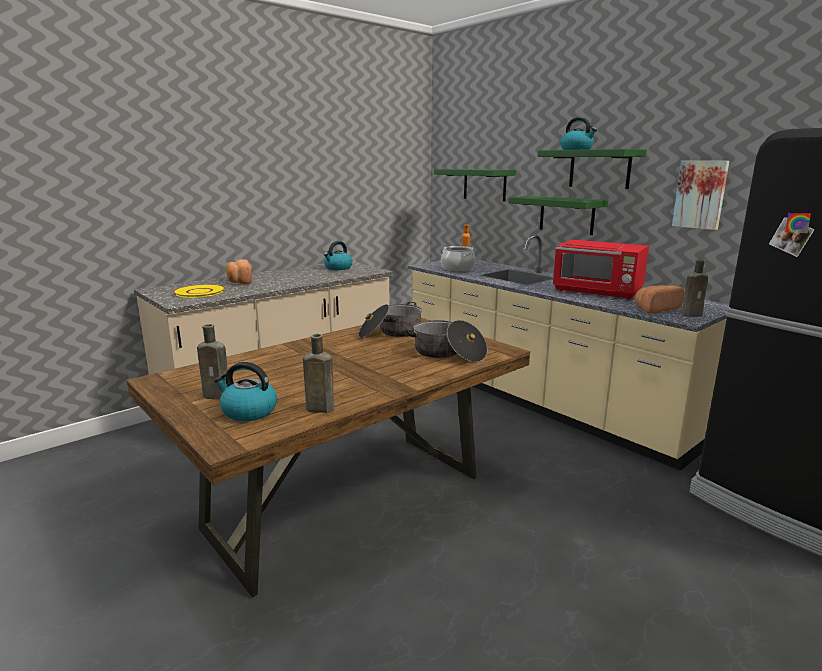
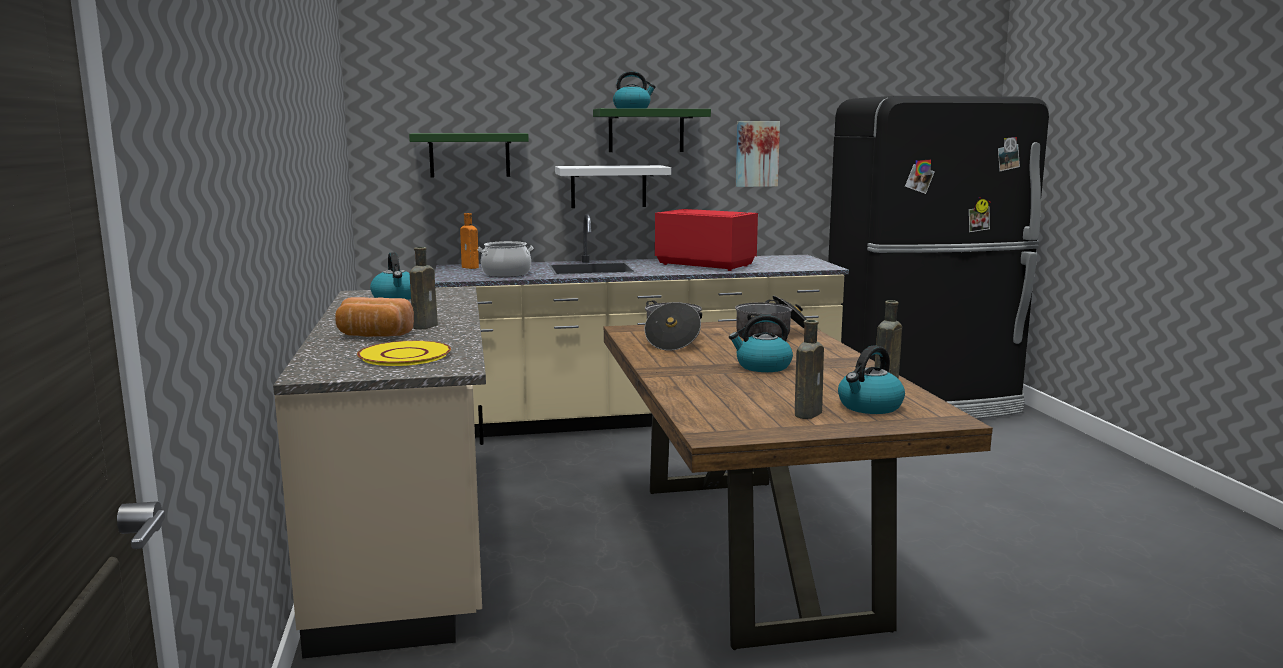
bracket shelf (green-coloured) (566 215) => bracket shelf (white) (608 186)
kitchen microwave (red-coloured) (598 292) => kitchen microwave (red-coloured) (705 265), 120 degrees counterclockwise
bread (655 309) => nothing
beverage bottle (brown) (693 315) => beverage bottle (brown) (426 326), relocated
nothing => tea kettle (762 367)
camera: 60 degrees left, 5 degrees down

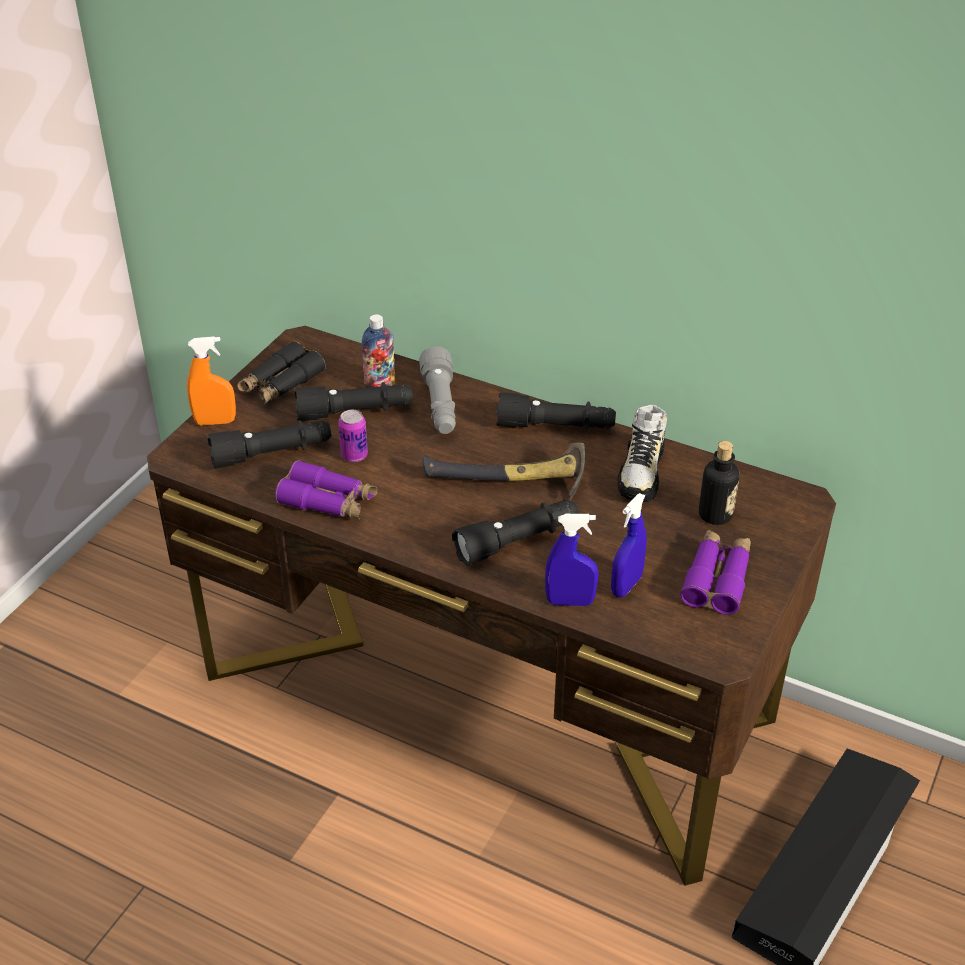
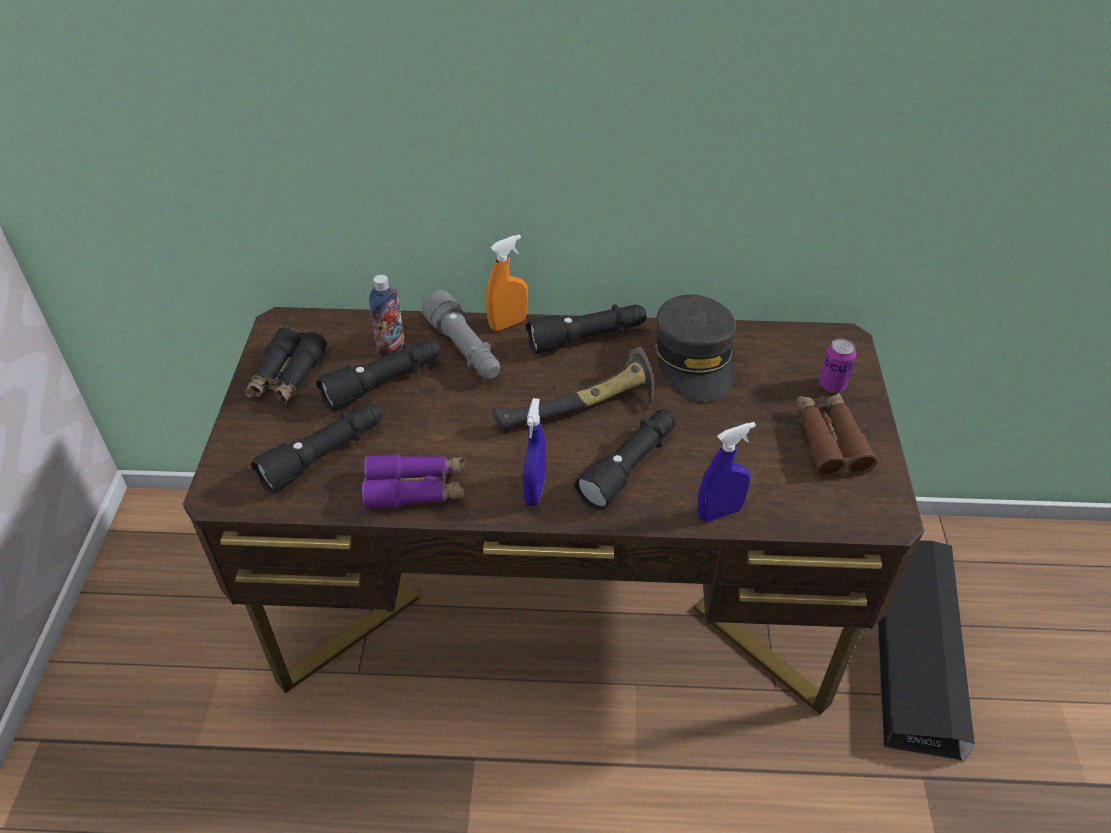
hand sprayer (orange) (215 422) => hand sprayer (orange) (508 323), relocated
metal can (354 455) => metal can (832 385), relocated
hand sprayer (blue-coloured) (626 585) => hand sprayer (blue-coloured) (535 490), relocated
item of footwear (642 474) => peaked cap (gray) (694 360)
binoculars (purple-coloured) (717 579) => binoculars (brown) (829 441)
beverage bottle (715 514) => nothing
camera: 25 degrees left, 5 degrees up

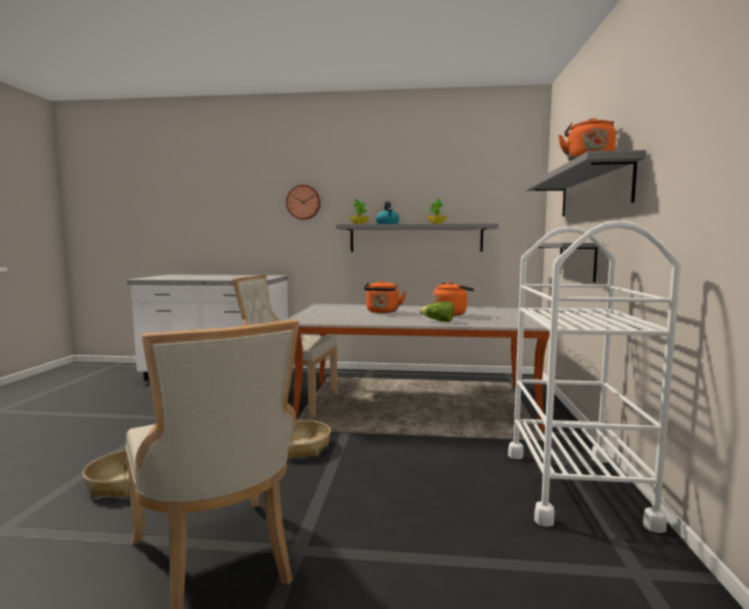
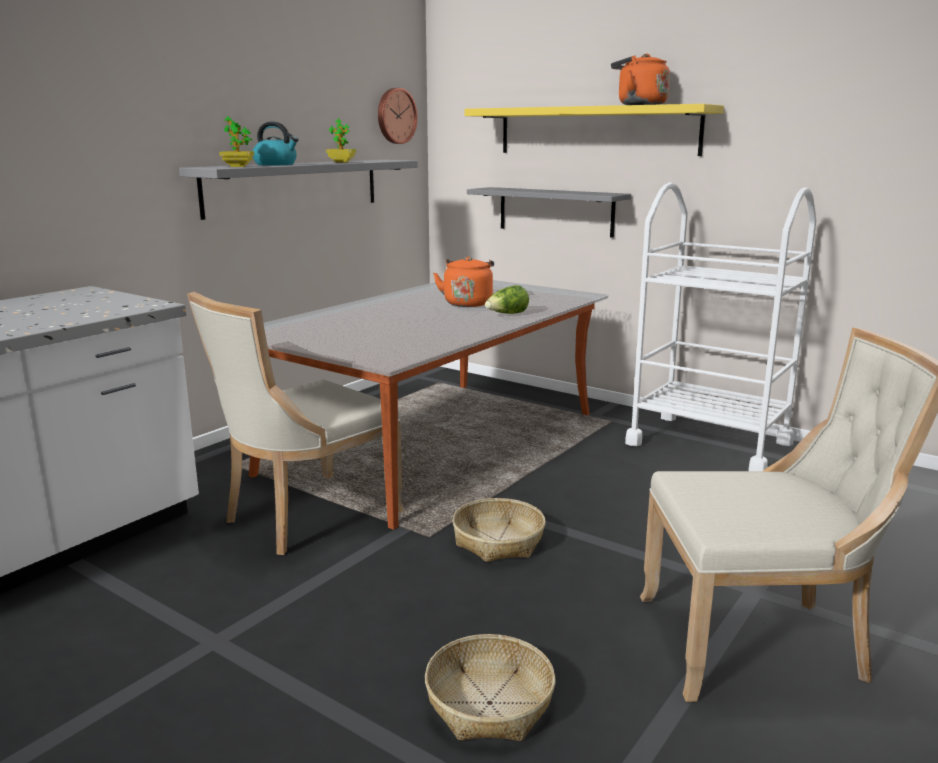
hanging clock (303 202) => hanging clock (395 116), relocated
tea kettle (orange) (382 312) => nothing
bracket shelf (gray) (593 191) => bracket shelf (yellow-coloured) (596 131)
camera: 60 degrees left, 10 degrees up

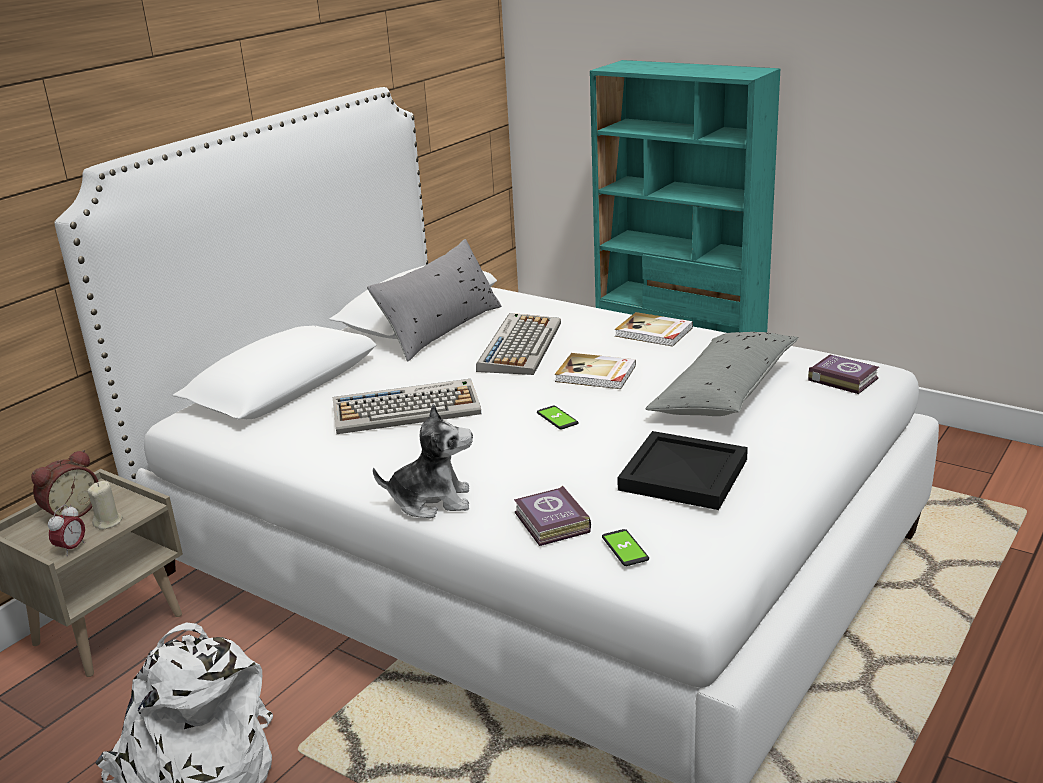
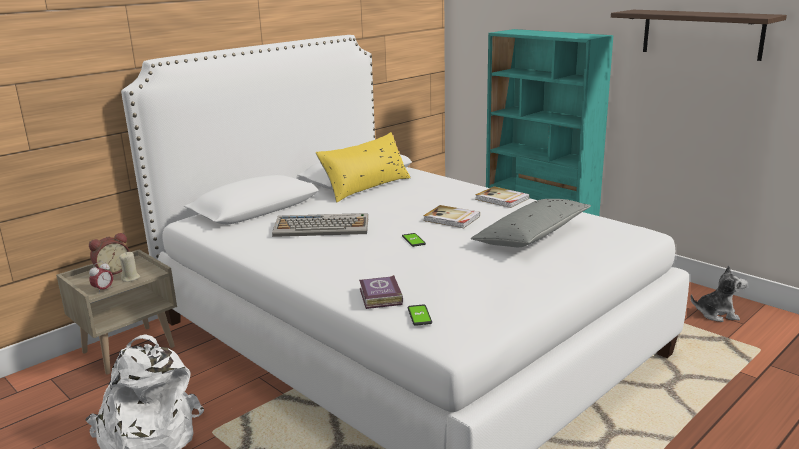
throw pillow (gray) (441 329) => throw pillow (yellow-coloured) (366 187)
plush toy (432 501) => plush toy (716 314), relocated
keyboard (519 346) => nothing
tray (blackish) (682 473) => nothing
volume (842 378) => nothing
nothing => bracket shelf (701 34)
camera: 10 degrees right, 5 degrees down

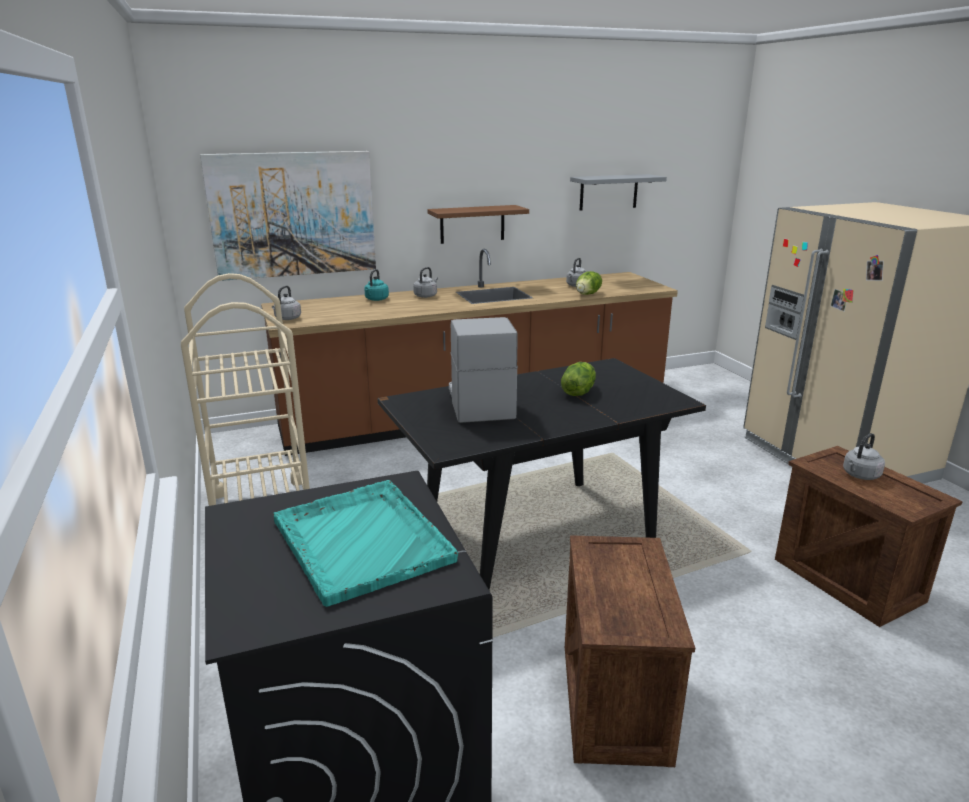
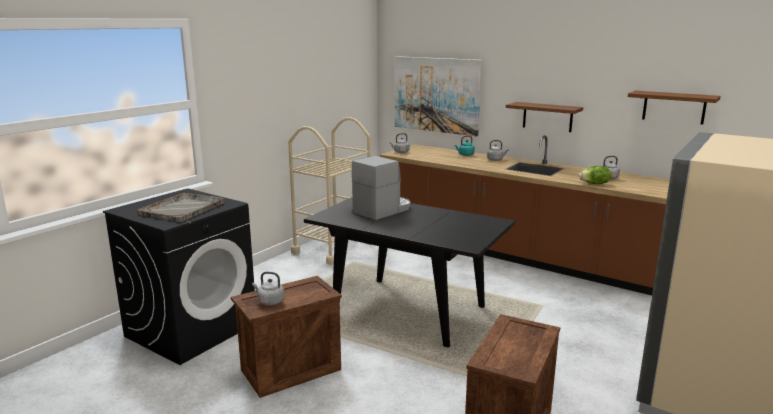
tray (turquoise) (361 540) => tray (gray) (183 208)
head of lettuce (578 392) => nothing
bracket shelf (gray) (608 192) => bracket shelf (brown) (674 107)
tea kettle (gray) (860 475) => tea kettle (gray) (269 302), relocated
camera: 55 degrees right, 5 degrees down

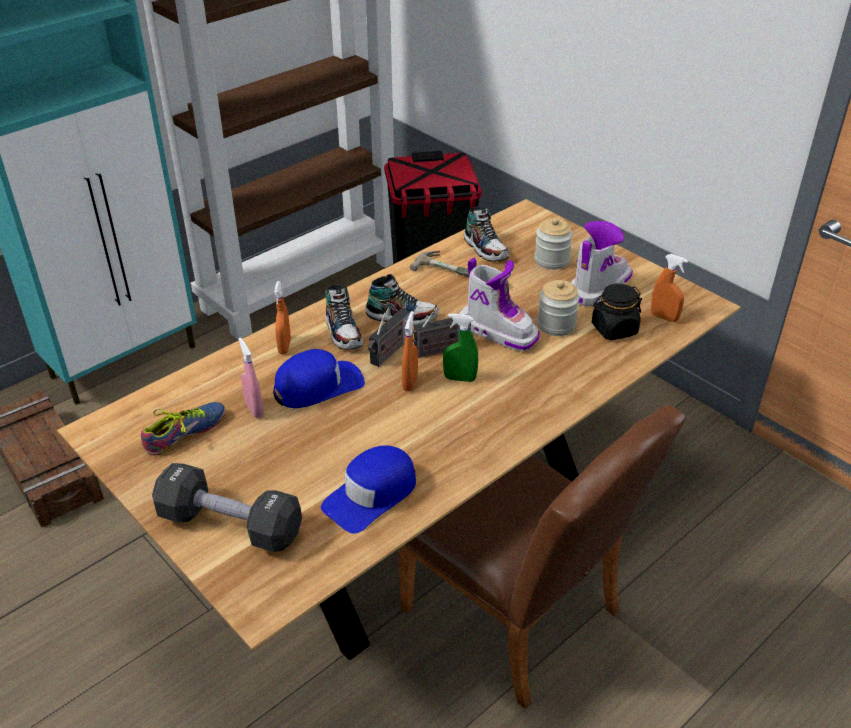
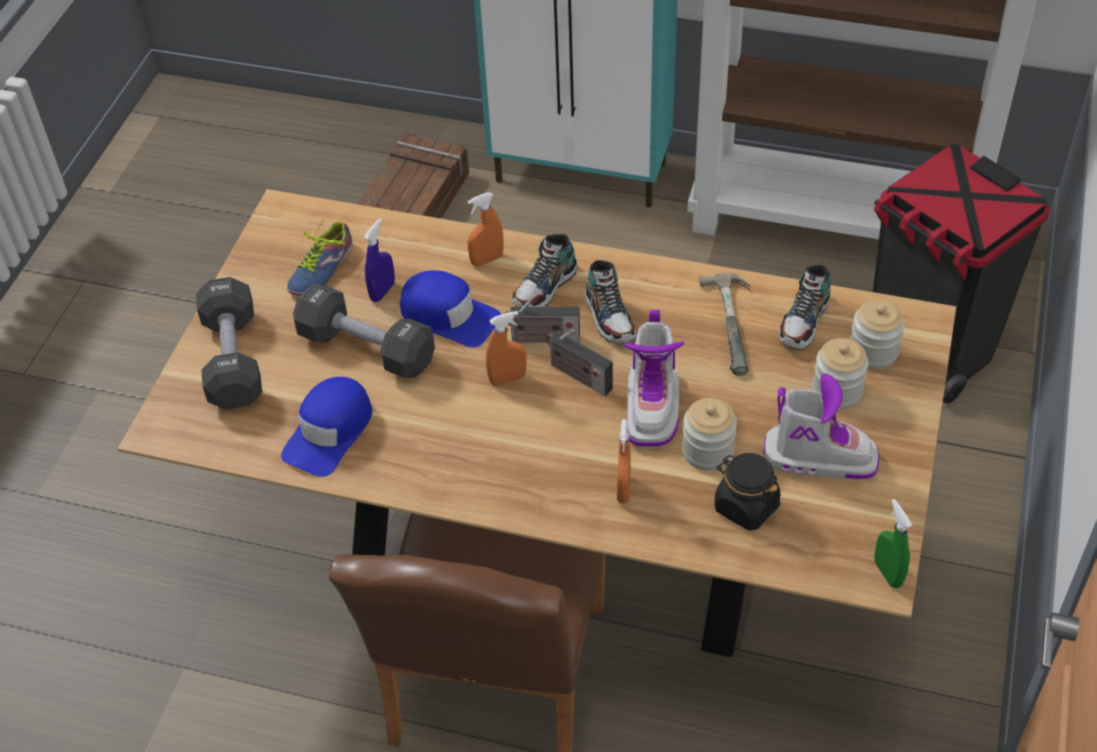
item of footwear (187 434) => item of footwear (318 268), 105 degrees clockwise
hand sprayer (pink) (254 409) => hand sprayer (blue-coloured) (382 291)
peaked cap (blue-coloured) (371 495) => peaked cap (blue-coloured) (330 432), 75 degrees counterclockwise
hand sprayer (green-coloured) (460 378) => hand sprayer (green-coloured) (888 573), relocated
hand sprayer (orange) (664 317) => hand sprayer (orange) (623 489), relocated
nothing => dumbbell (blackish) (366 348)
nothing => storage jar (873 352)
camera: 60 degrees right, 10 degrees up

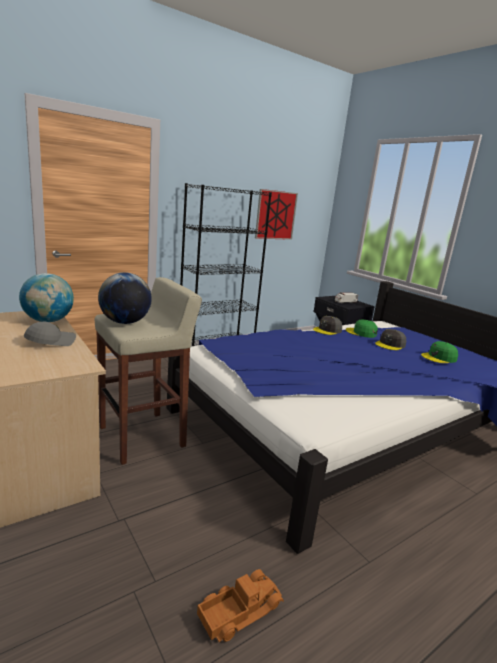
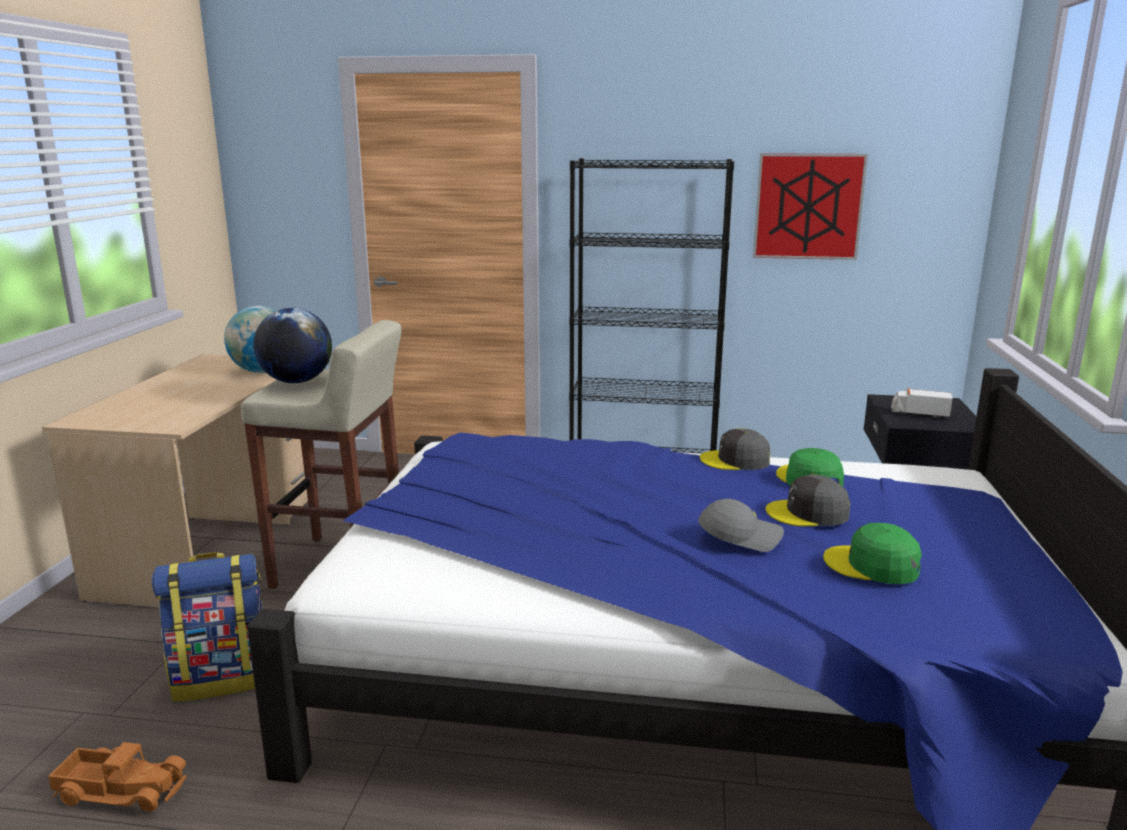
peaked cap (gray) (51 342) => peaked cap (gray) (740 536), relocated
nothing => backpack (223 678)
camera: 45 degrees right, 0 degrees up

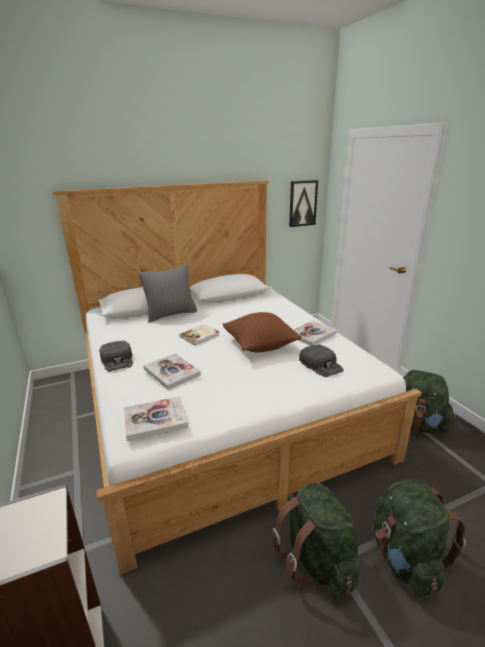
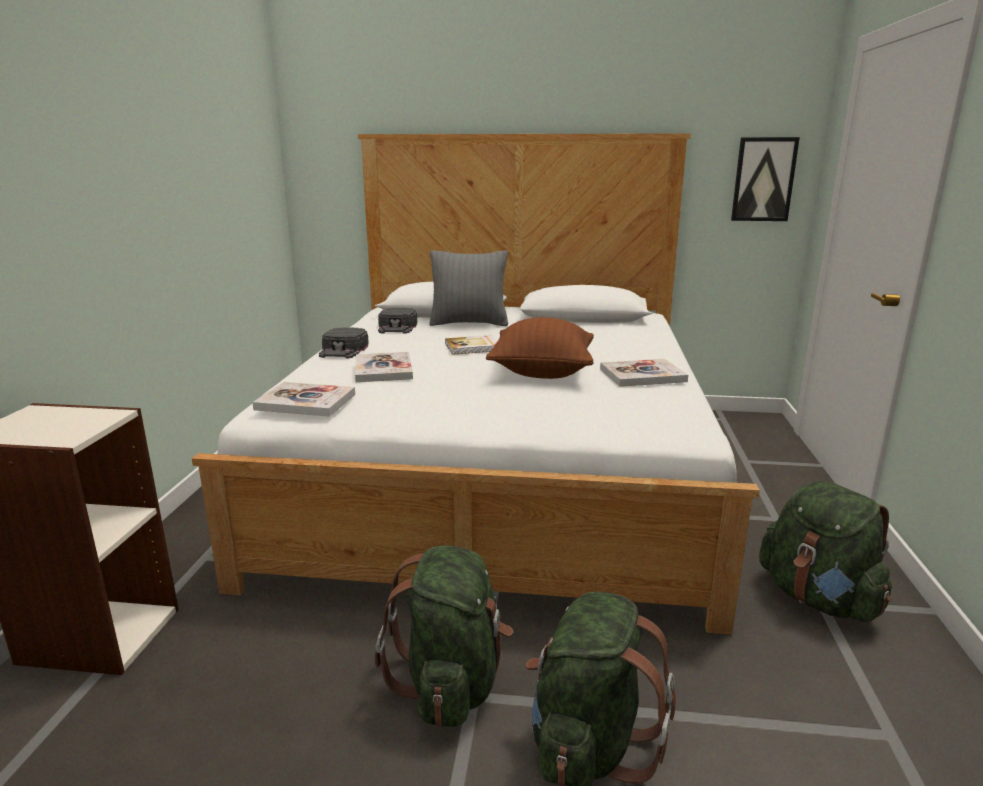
peaked cap (blackish) (321 364) => peaked cap (blackish) (397 327), relocated
camera: 30 degrees right, 5 degrees down

